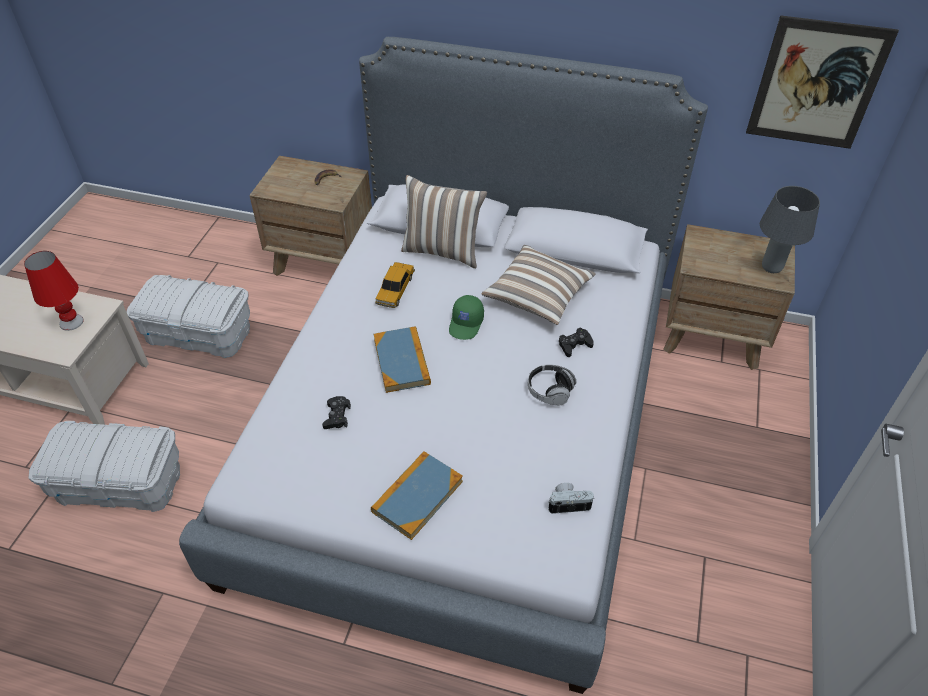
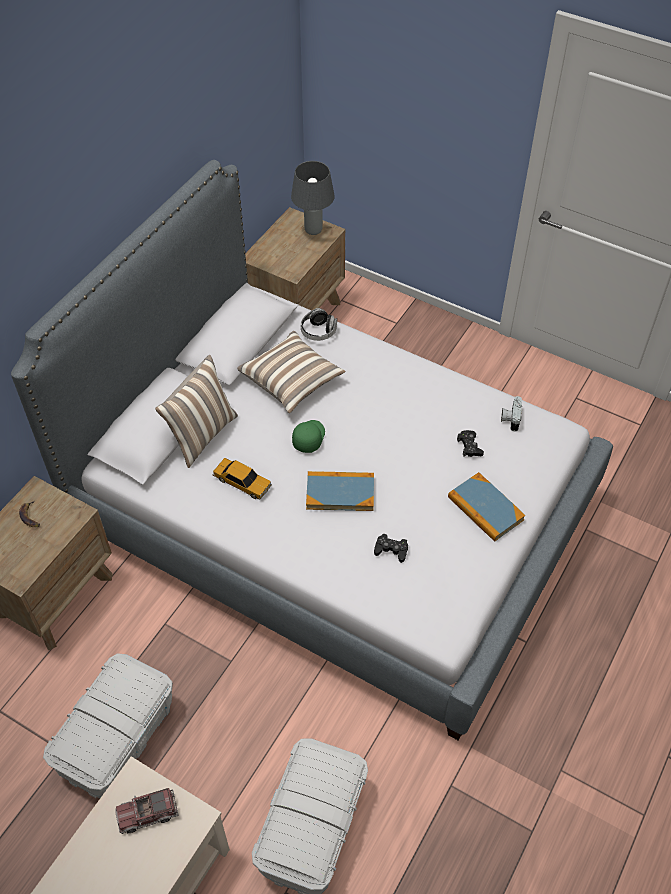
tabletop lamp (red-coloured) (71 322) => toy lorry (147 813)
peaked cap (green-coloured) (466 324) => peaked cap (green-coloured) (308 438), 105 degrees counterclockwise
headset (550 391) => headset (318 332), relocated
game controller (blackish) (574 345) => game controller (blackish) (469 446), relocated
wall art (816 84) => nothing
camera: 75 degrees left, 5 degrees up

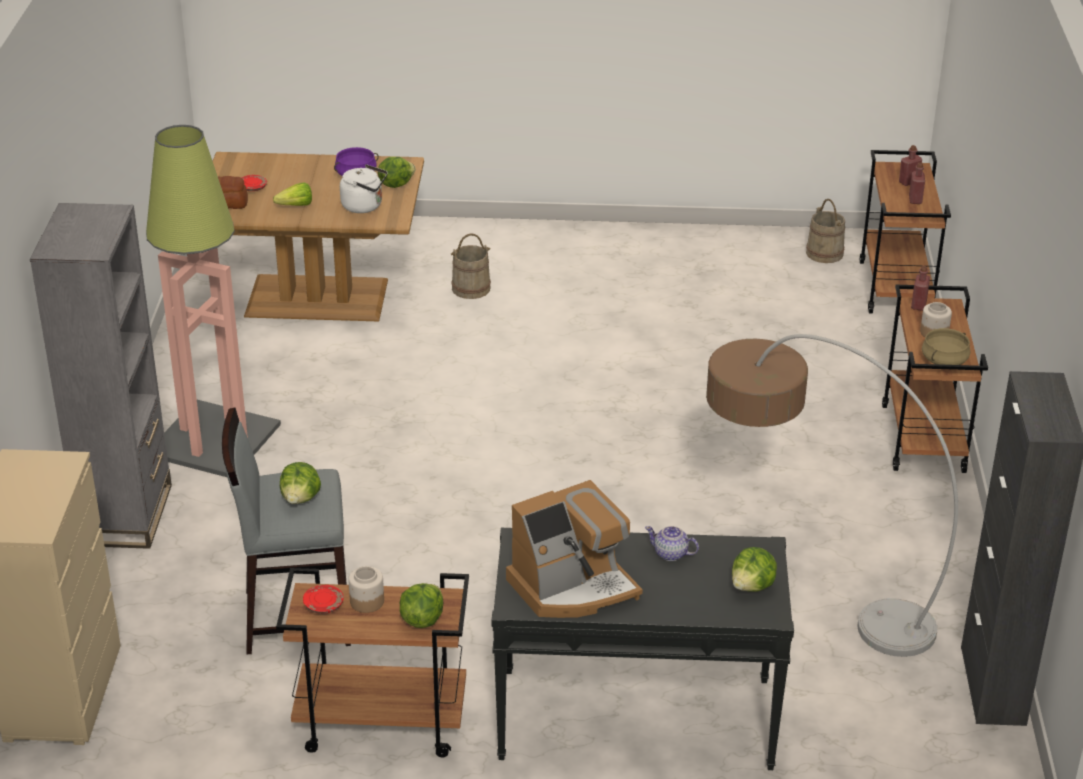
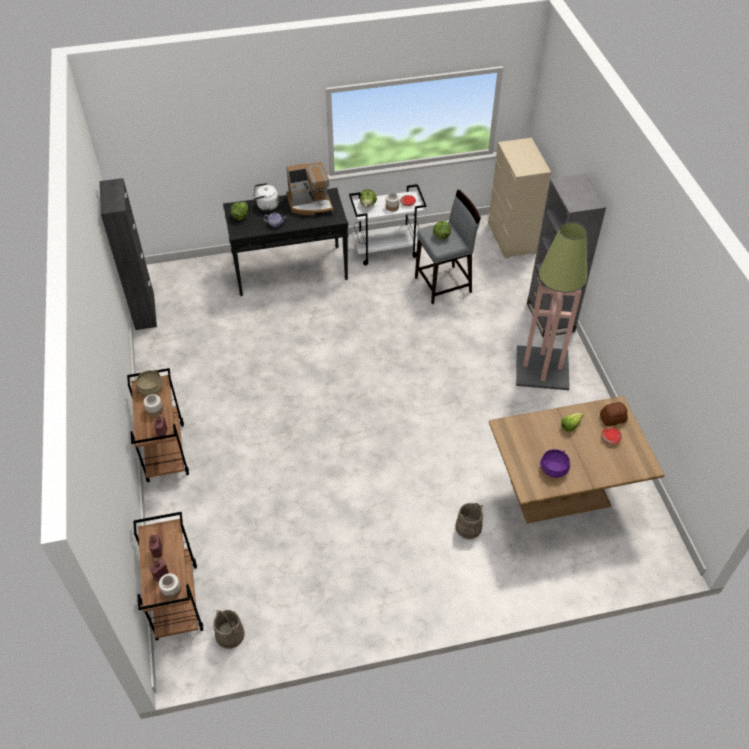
trolley (brown) (379 725) => trolley (white) (387 250)
tea kettle (white) (365 206) => tea kettle (white) (266 205), relocated
head of lettuce (395 184) => nothing
coffee brewer (573 587) => coffee brewer (310 204), 150 degrees counterclockwise
standard lamp (804 587) => nothing
nothing => storage jar (171 590)
camera: 165 degrees right, 15 degrees up

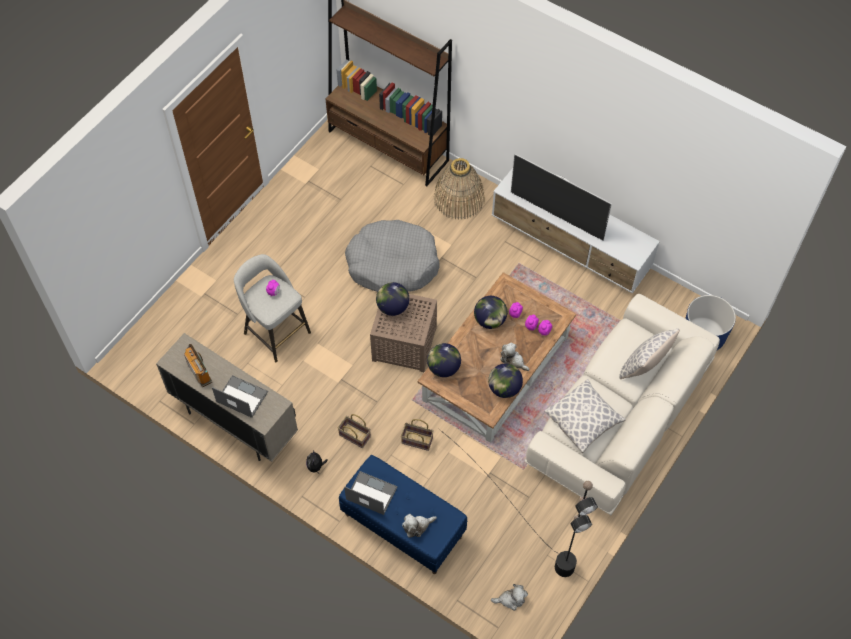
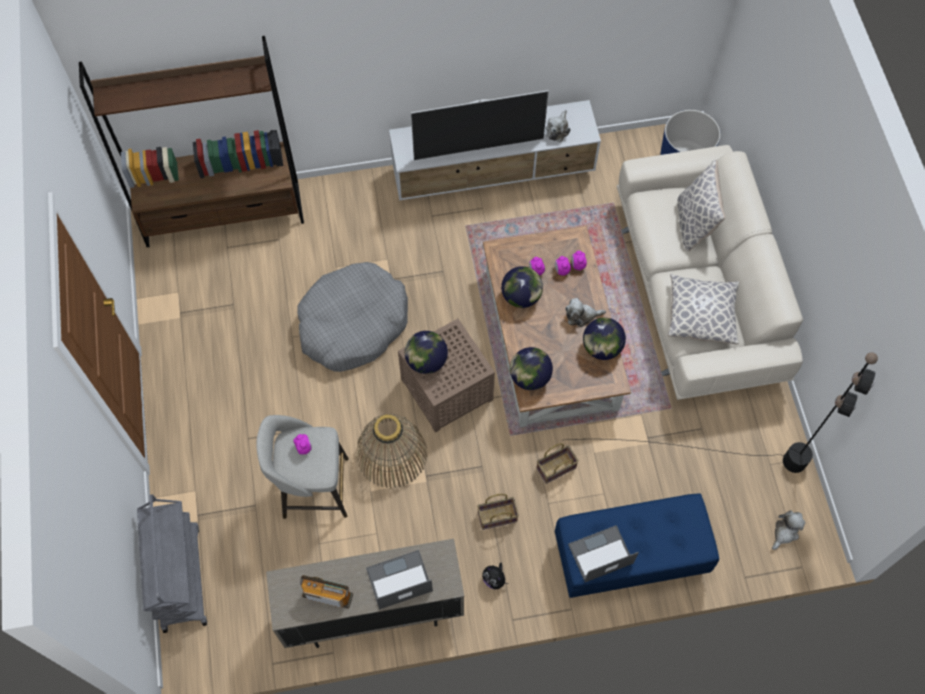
plush toy (417 526) => plush toy (558 129), relocated
basket (459 198) => basket (391 454), relocated
nothing => trolley (gray) (180 577)
camera: 45 degrees left, 5 degrees up

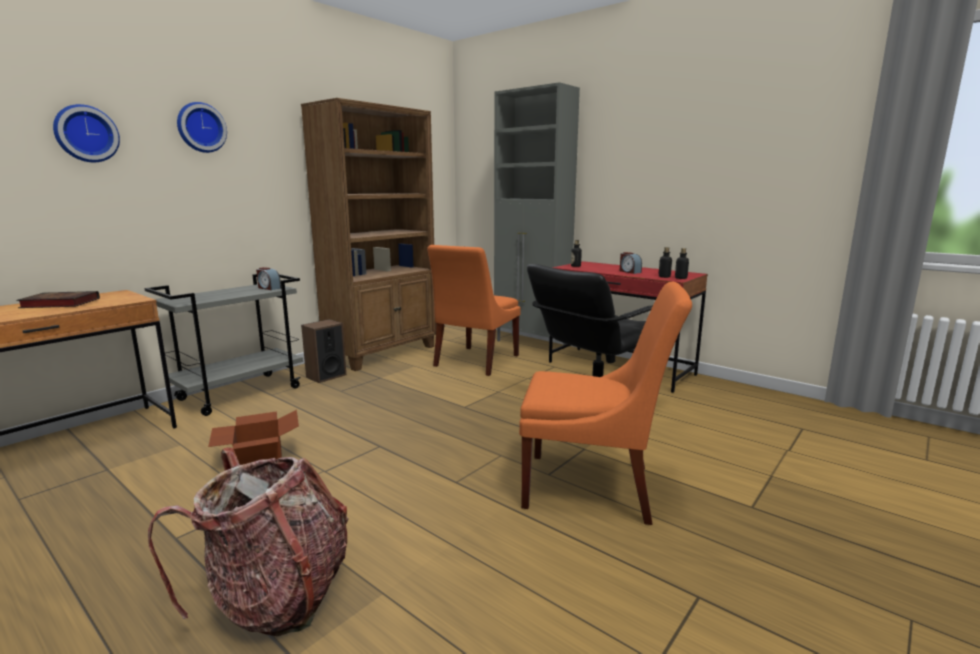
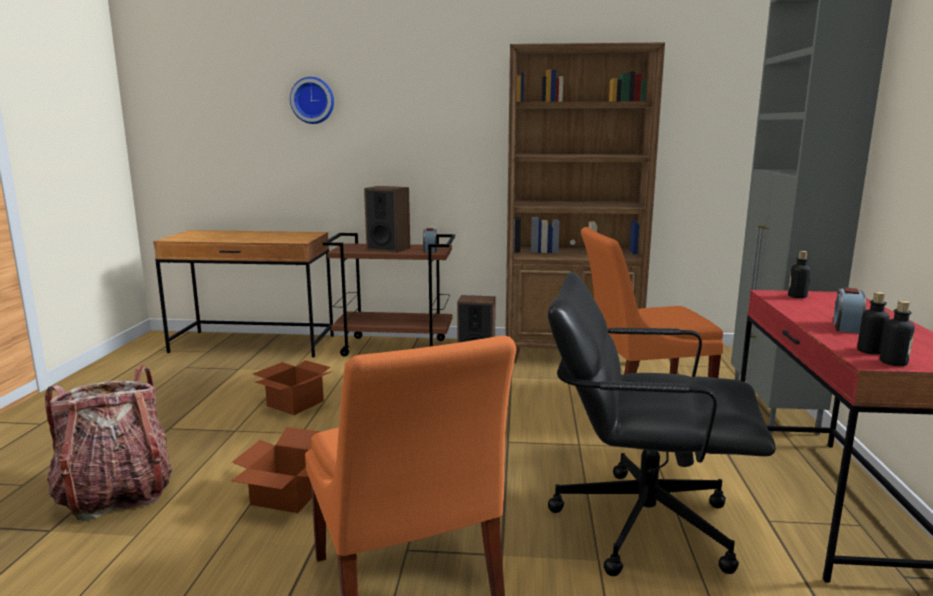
volume (58 304) => nothing
trolley (gray) (241 393) => trolley (brown) (395 347)
hanging clock (200 127) => nothing
nothing => carton (285 496)
nothing => audio speaker (388 249)
camera: 55 degrees right, 0 degrees up

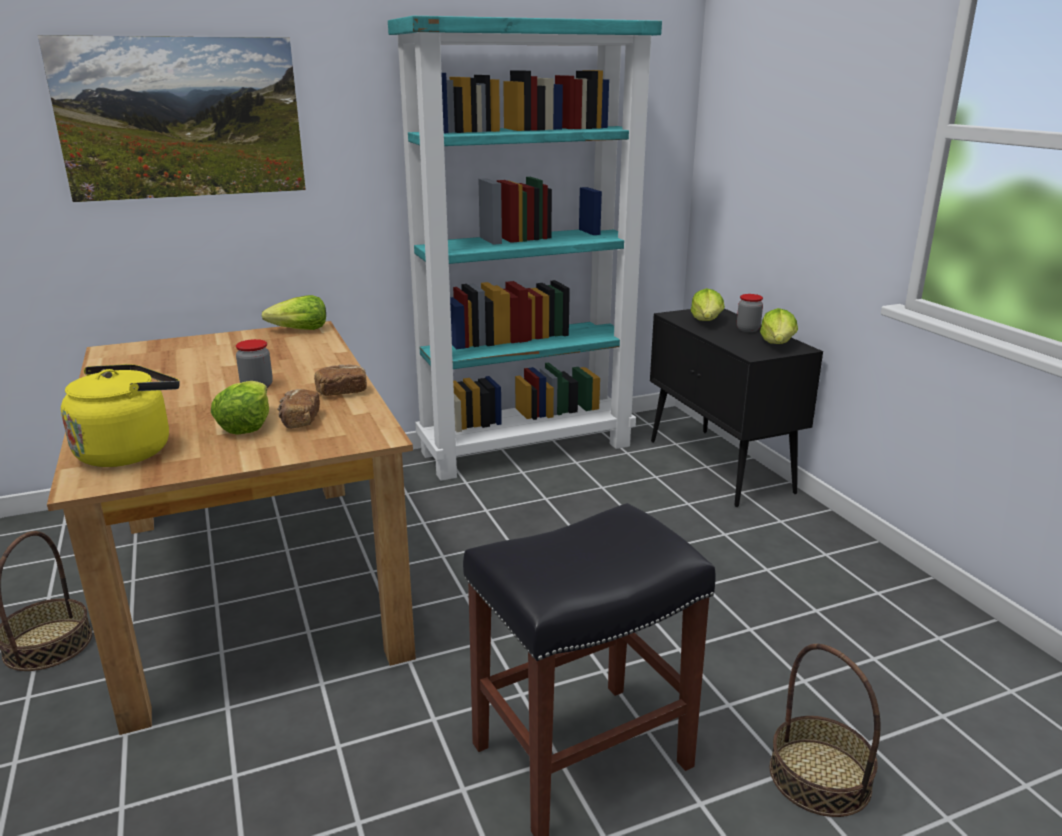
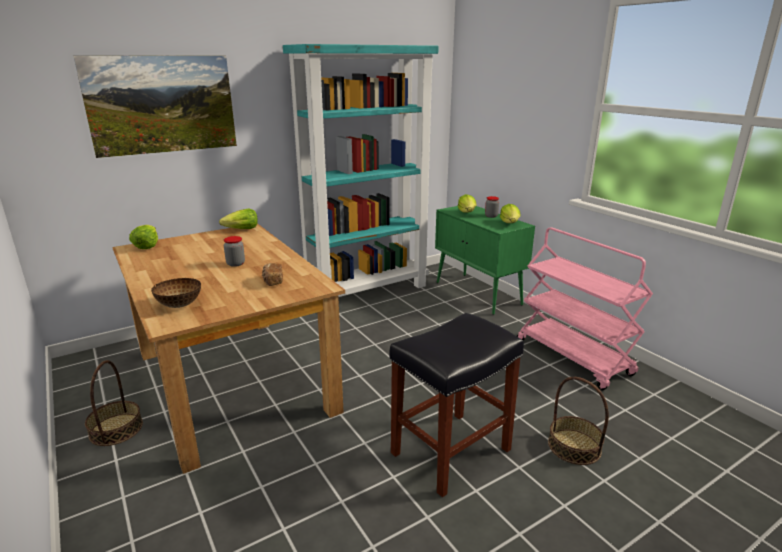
tea kettle (yellow-coloured) (129 450) => serving bowl (180 305)
head of lettuce (246 425) => head of lettuce (147 246), relocated
bread (342 392) => nothing
cupboard (blackish) (720 467) => cupboard (green-coloured) (478 293)
nothing => trolley (pink) (574 358)
camera: 10 degrees left, 0 degrees up

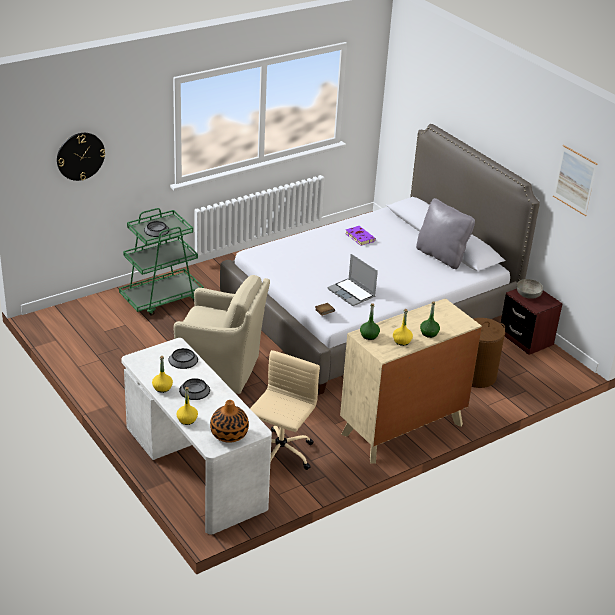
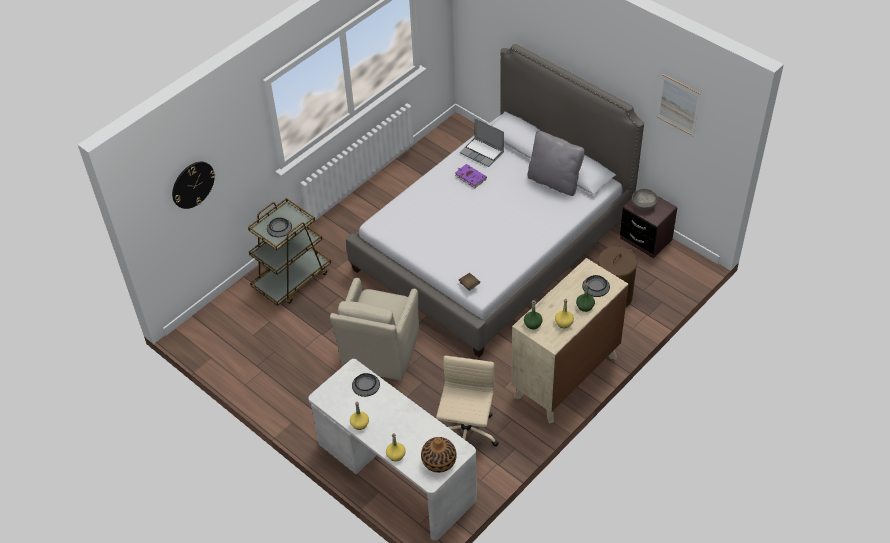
trolley (green-coloured) (162 298) => trolley (brown) (292 279)
easy chair (beige) (221 370) => easy chair (beige) (379 352), 105 degrees clockwise
serving bowl (194 390) => serving bowl (596 286), relocated
portable computer (352 293) => portable computer (482 153), relocated
camera: 10 degrees left, 15 degrees up

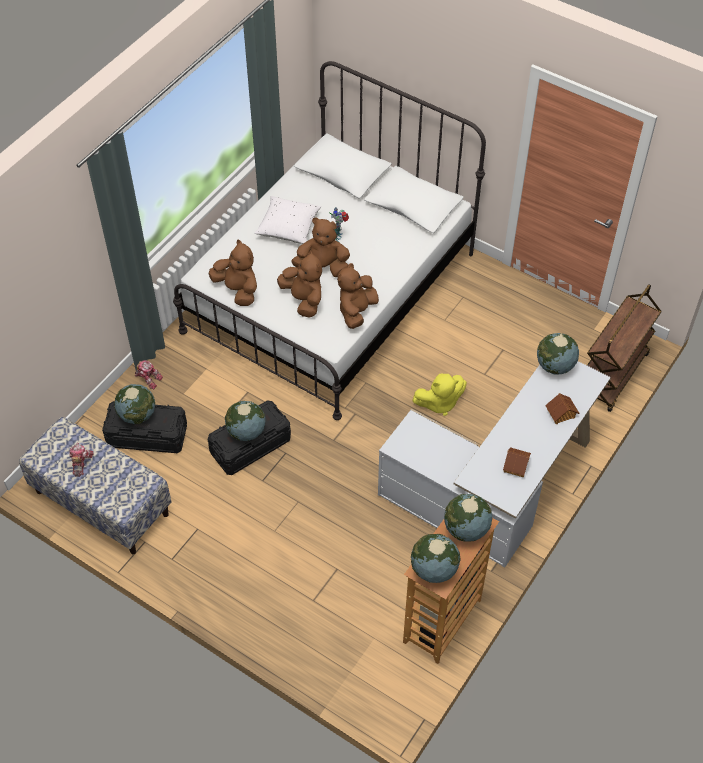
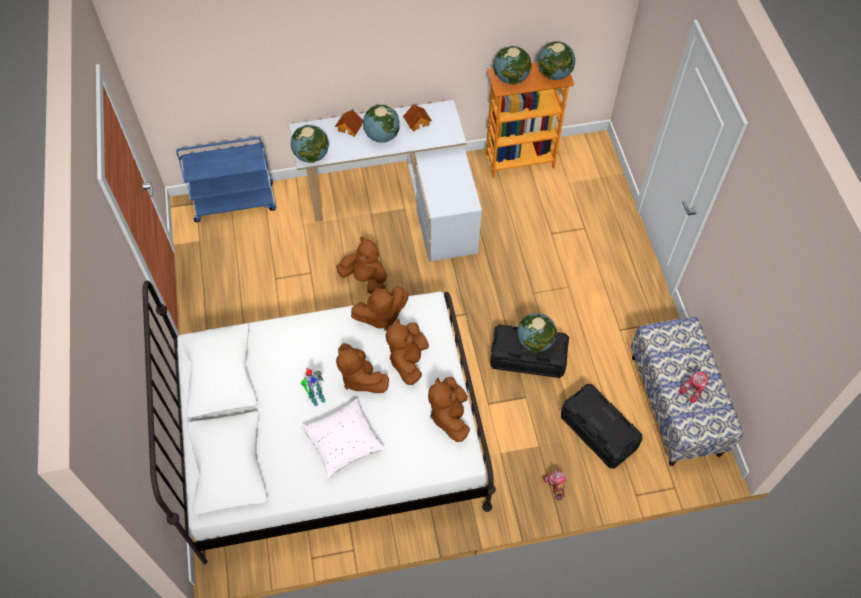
globe (137 415) => globe (382 136), relocated
plush toy (yellow-coloured) (439 403) => plush toy (brown) (365 279)
trolley (brown) (613 376) => trolley (blue-coloured) (235 202)
camera: 135 degrees left, 5 degrees up

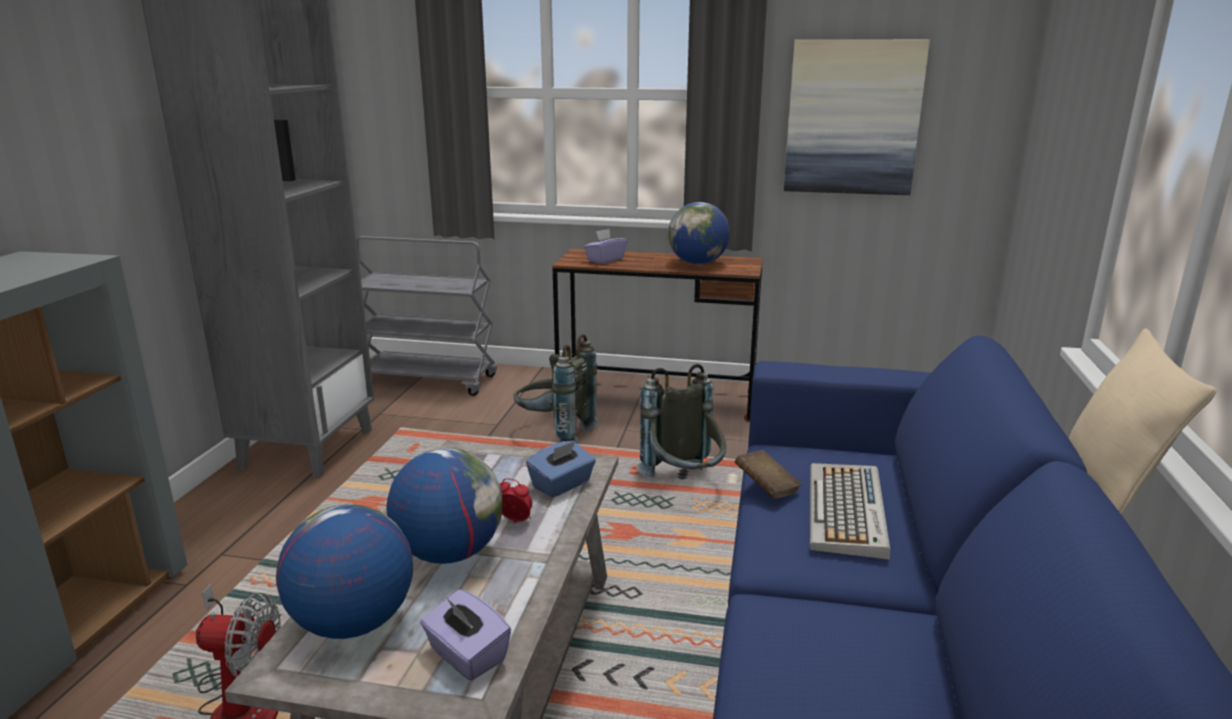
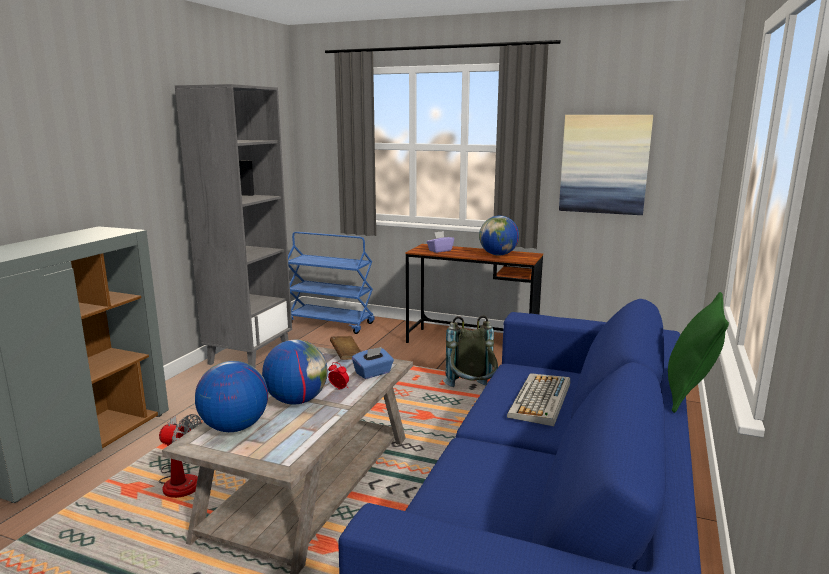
trolley (gray) (428 381) => trolley (blue-coloured) (331 323)
tissue holder (purple-coloured) (466 656) => nothing
backpack (gray) (554 434) => nothing
volume (brown) (766 488) => volume (brown) (346 356), relocated
throw pillow (beige) (1107 494) => throw pillow (green-coloured) (689 393)
camera: 10 degrees right, 5 degrees down

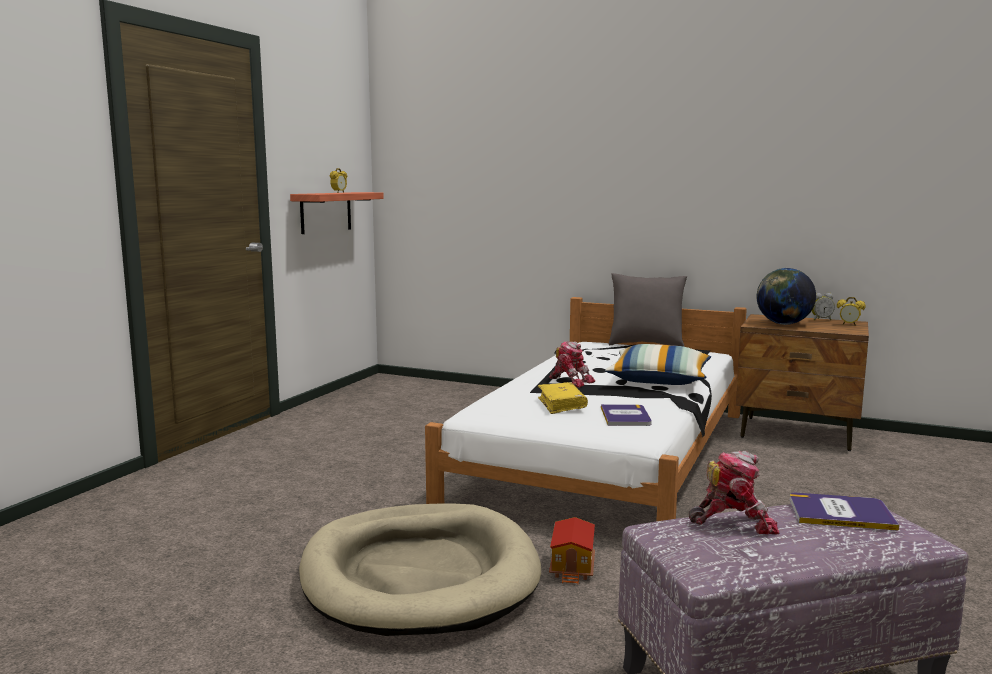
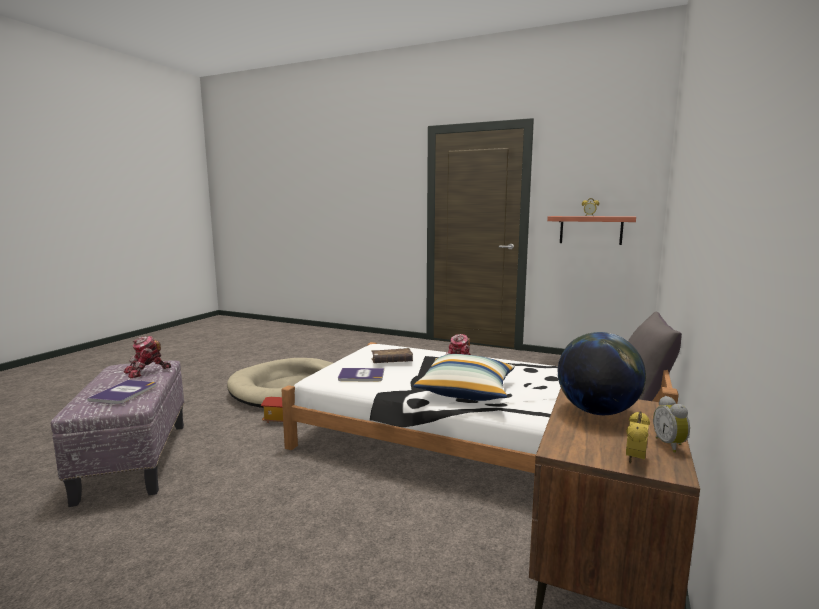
volume (yellow-coloured) (561 405) => volume (brown) (392 362)
model robot (734 521) => model robot (147 371), 45 degrees clockwise
camera: 90 degrees right, 0 degrees up

